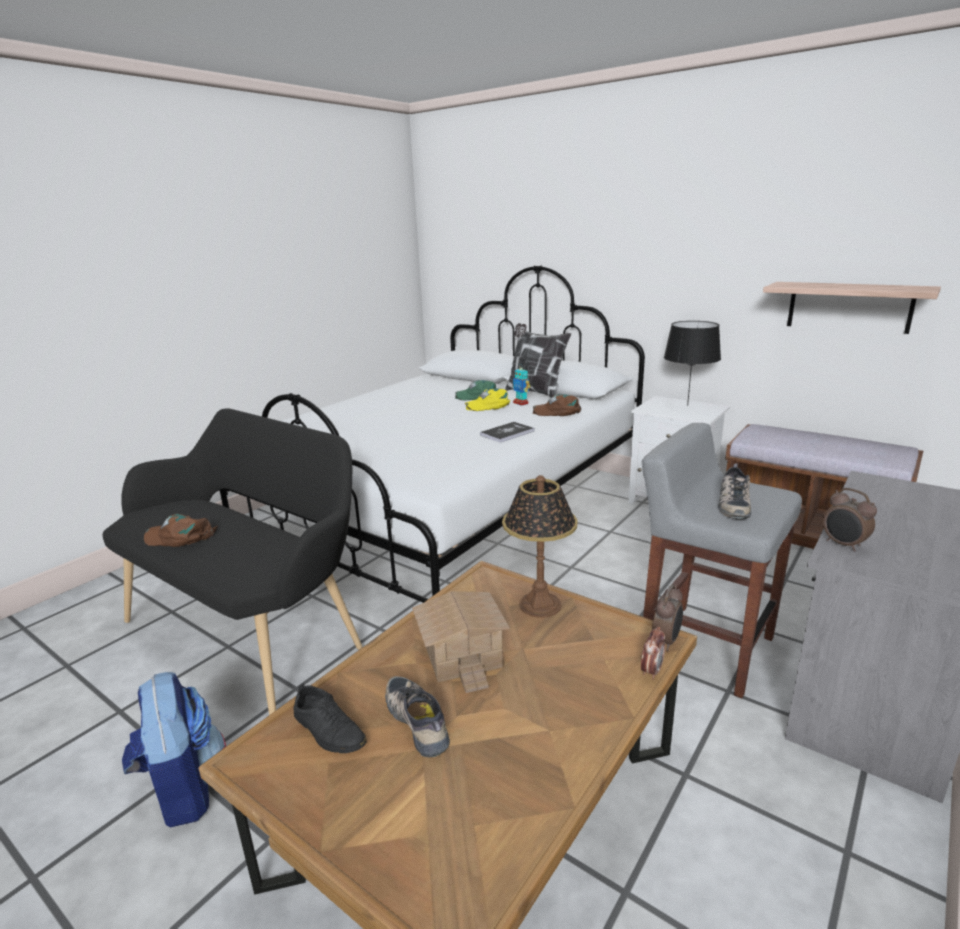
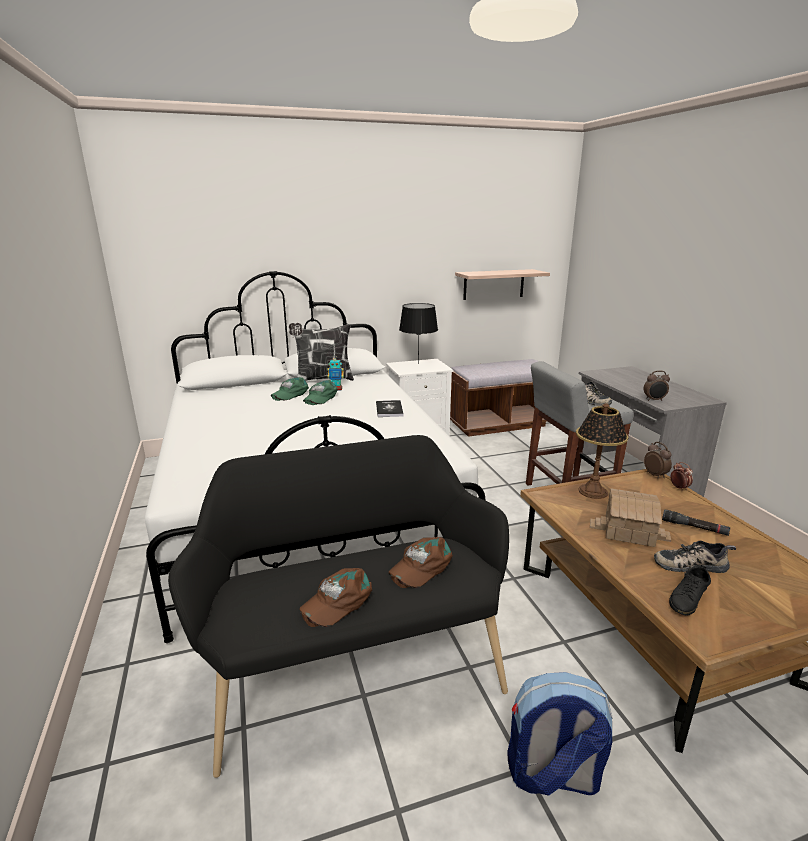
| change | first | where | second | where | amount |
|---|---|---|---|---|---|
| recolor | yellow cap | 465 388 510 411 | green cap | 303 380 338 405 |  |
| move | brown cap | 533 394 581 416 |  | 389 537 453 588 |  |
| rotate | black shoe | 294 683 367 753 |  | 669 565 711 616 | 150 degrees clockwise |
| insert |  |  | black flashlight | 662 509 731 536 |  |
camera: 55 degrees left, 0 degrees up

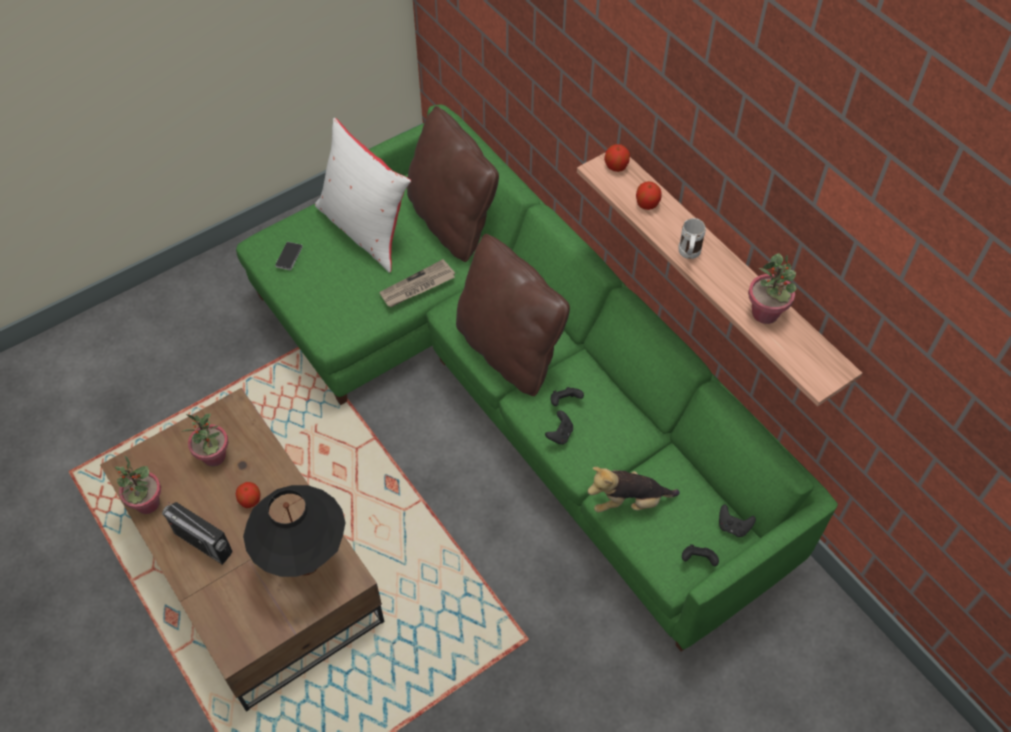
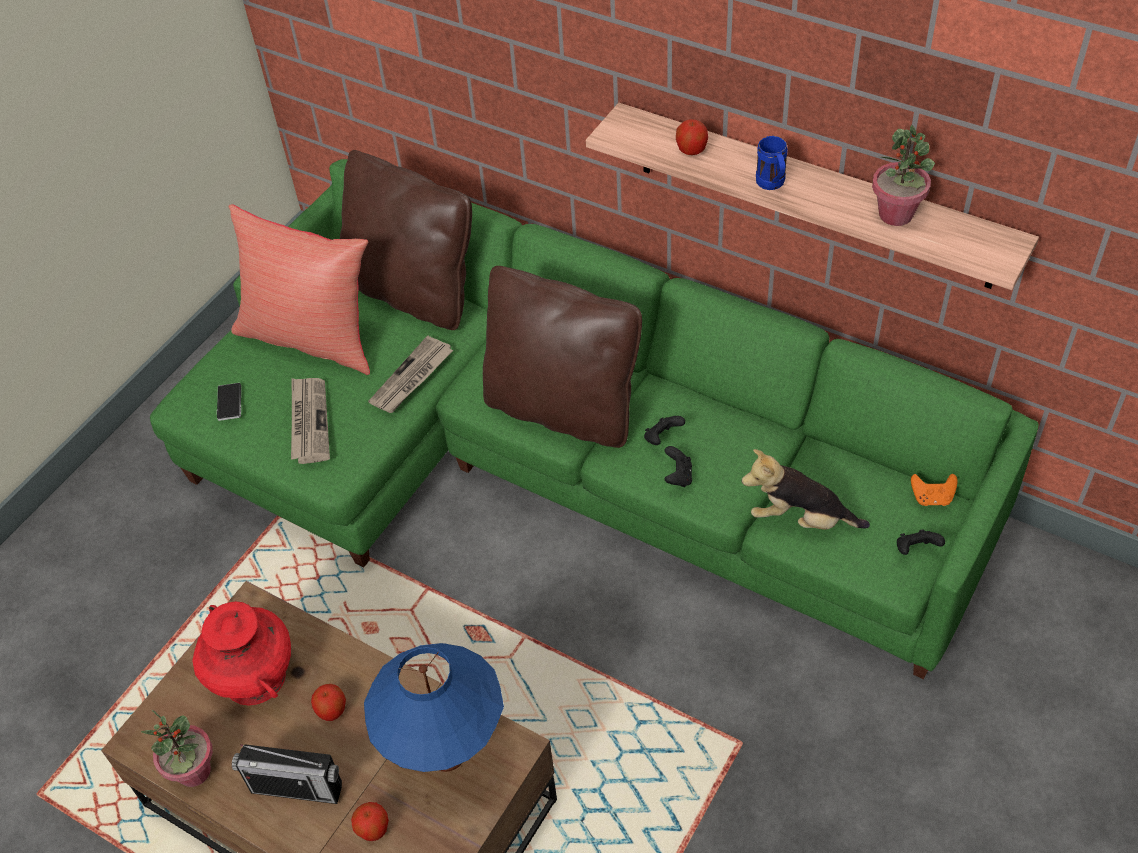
| change | first | where | second | where | amount |
|---|---|---|---|---|---|
| recolor | white pillow | 315 118 411 273 | red pillow | 228 204 370 375 |  |
| move | apple | 604 144 630 172 |  | 351 802 389 841 |  |
| recolor | white mug | 678 218 706 259 | blue mug | 756 136 788 190 |  |
| replace | potted plant | 183 414 229 467 | red vase | 192 601 291 705 |  |
| rotate | plush toy | 588 467 680 512 |  | 742 449 870 530 | 45 degrees clockwise |
| recolor | black table lamp | 243 485 346 577 | blue table lamp | 364 643 504 772 |  |
| recolor | black game controller | 719 504 756 537 | orange game controller | 911 474 958 506 |  |
| insert |  |  | newspaper | 291 378 330 464 |  |
camera: 20 degrees left, 5 degrees down

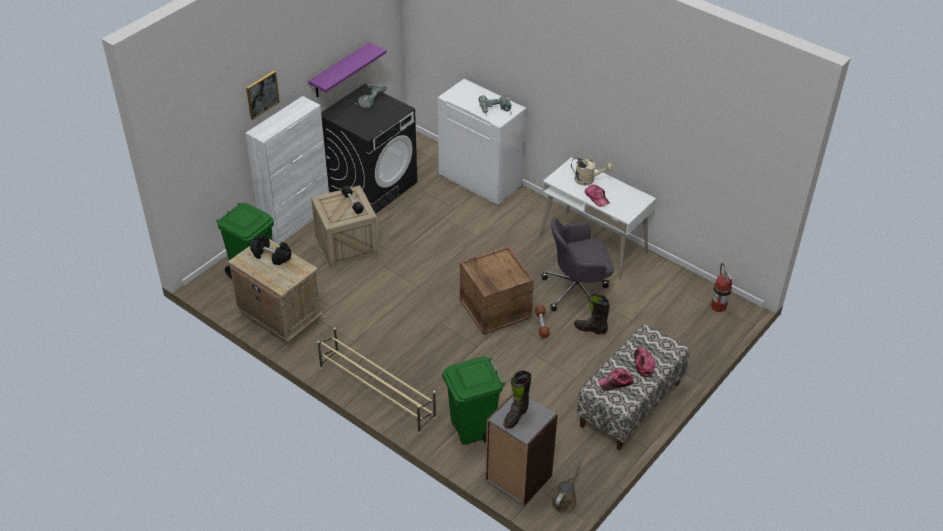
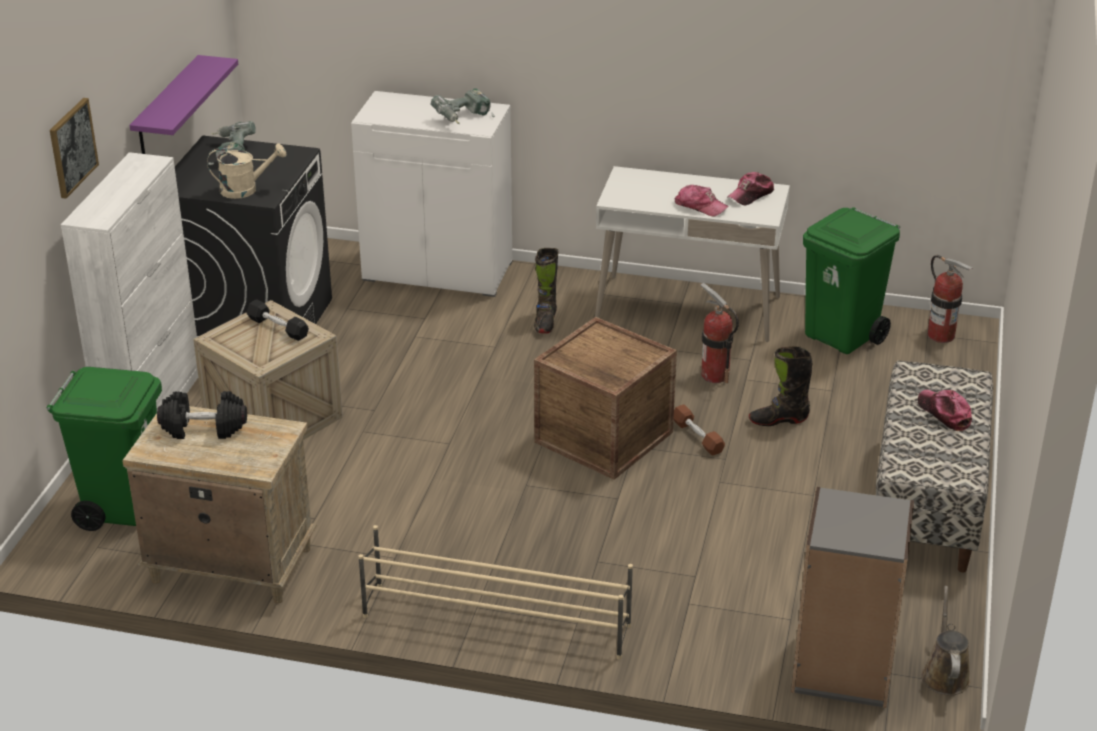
| change | first | where | second | where | amount |
|---|---|---|---|---|---|
| move | beige watering can | 571 158 613 186 |  | 207 143 287 199 |  |
| replace | grey office chair | 541 218 613 311 | fire extinguisher | 700 283 739 383 |  |
| move | green trash can | 442 356 505 445 |  | 803 207 900 354 |  |
| move | cap | 598 368 634 391 |  | 727 172 774 206 |  |
| move | black boot | 503 370 531 429 |  | 534 248 558 334 |  |
camera: 25 degrees left, 10 degrees down

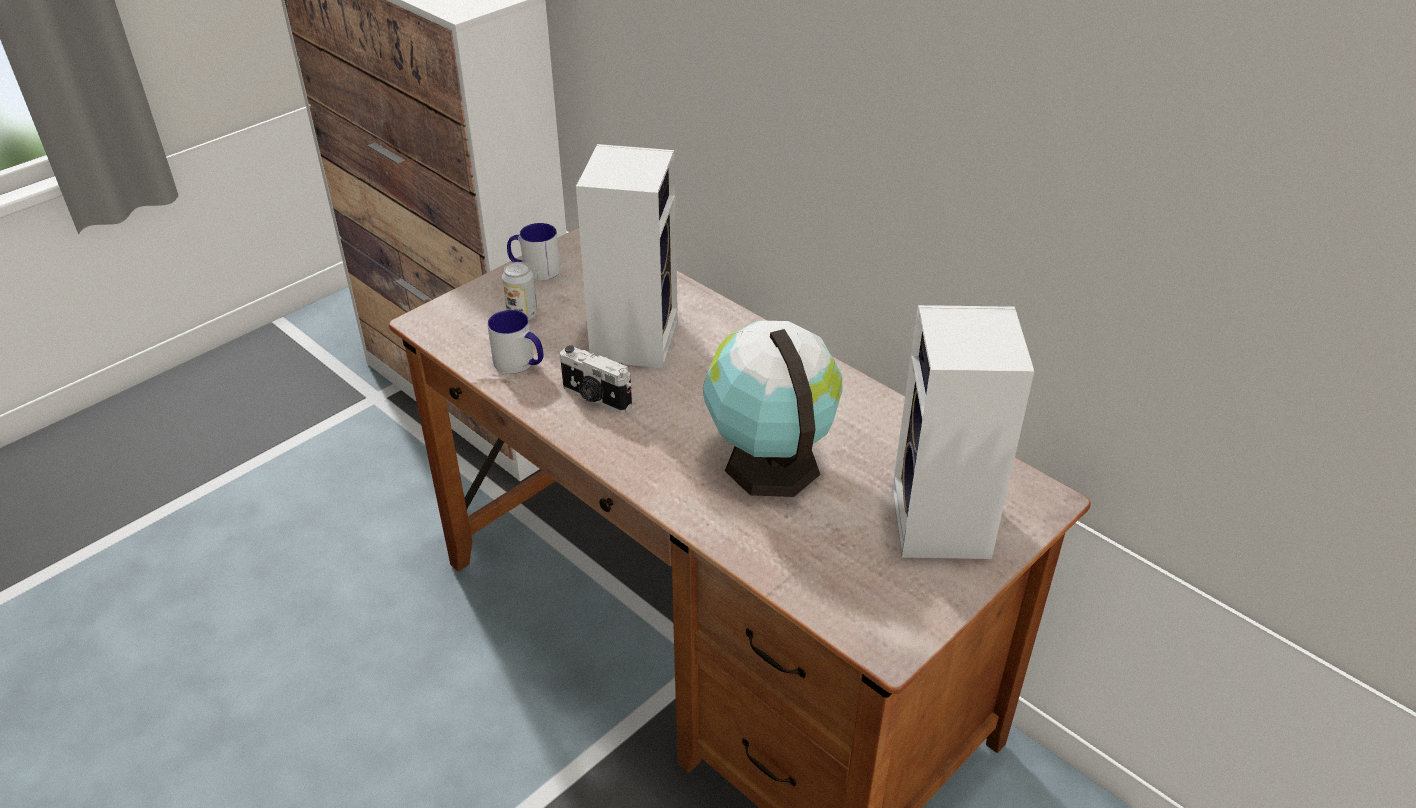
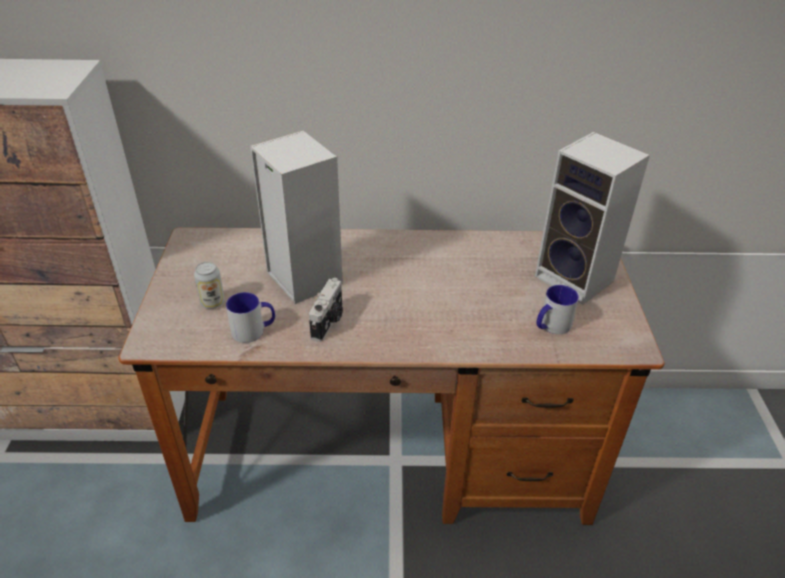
| change | first | where | second | where | amount |
|---|---|---|---|---|---|
| move | mug | 507 223 560 281 |  | 537 285 579 334 |  |
| delete | globe | 703 321 843 497 |  |  |  |
| rotate | photo camera | 560 345 632 413 |  | 309 278 343 342 | 60 degrees counterclockwise |
camera: 45 degrees left, 0 degrees up

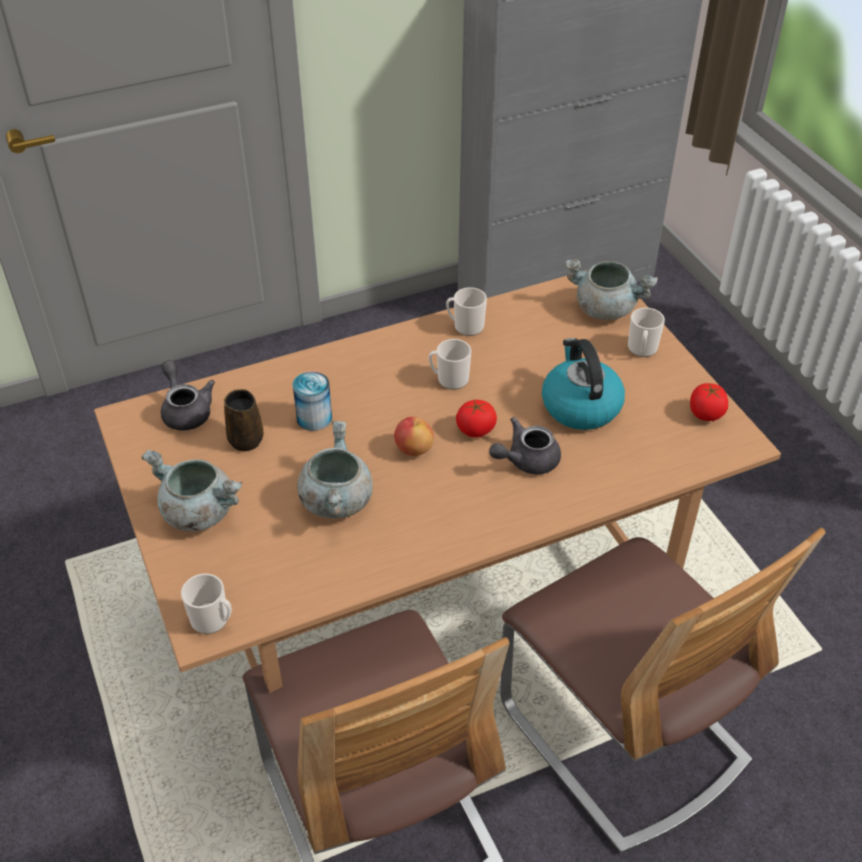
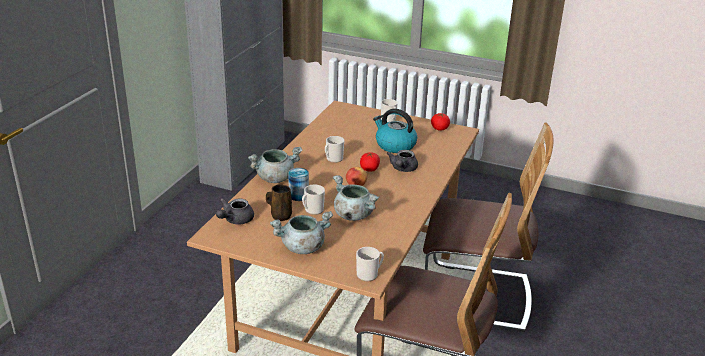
| change | first | where | second | where | amount |
|---|---|---|---|---|---|
| move | grey cooking pot | 565 259 658 320 |  | 248 147 302 183 |  |
| move | mug | 446 287 487 336 |  | 302 185 325 215 |  |
| rotate | grey teapot | 161 360 215 431 |  | 216 198 254 224 | 75 degrees counterclockwise |
camera: 45 degrees left, 15 degrees down

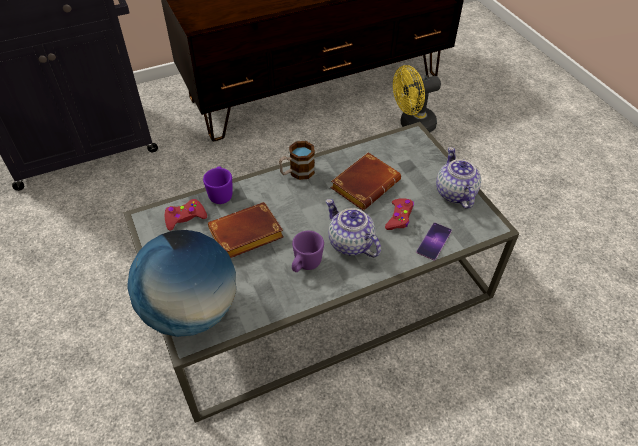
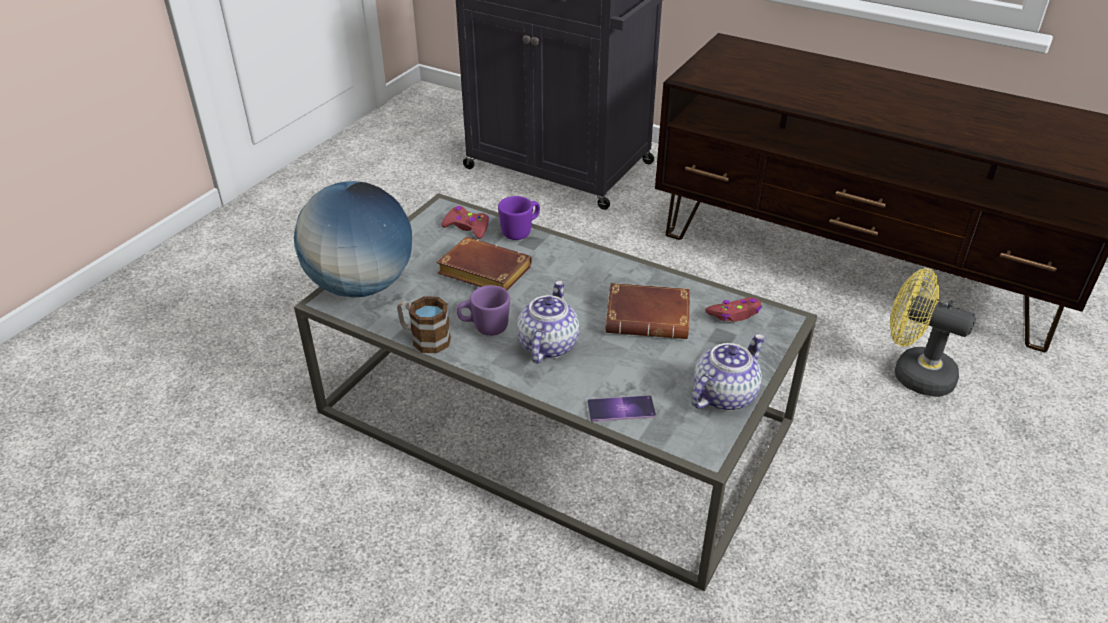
| change | first | where | second | where | amount |
|---|---|---|---|---|---|
| move | mug | 279 141 315 180 |  | 397 296 451 353 |  |
| move | red game controller | 385 198 414 230 |  | 705 297 762 322 |  |
camera: 55 degrees right, 10 degrees down

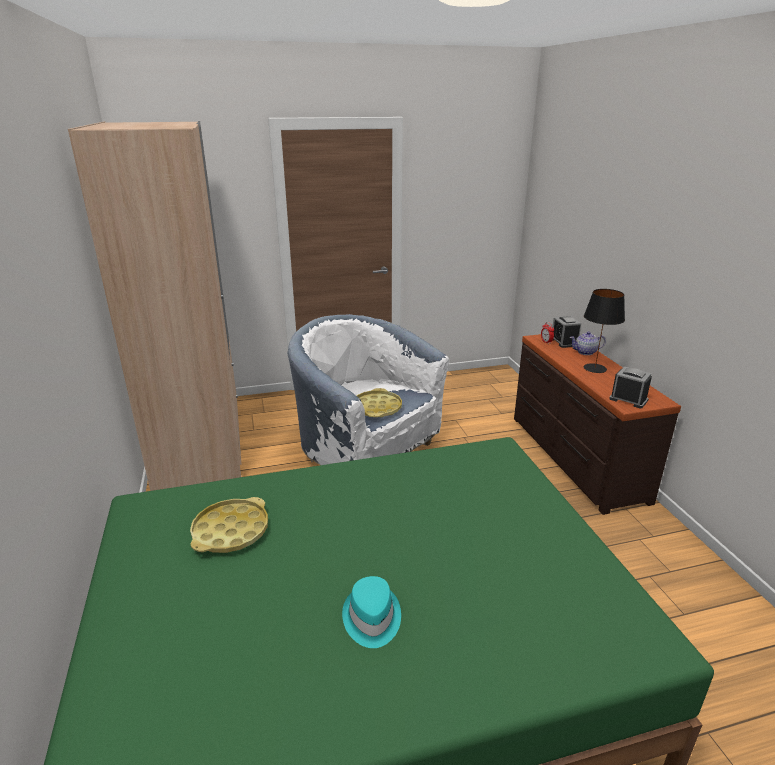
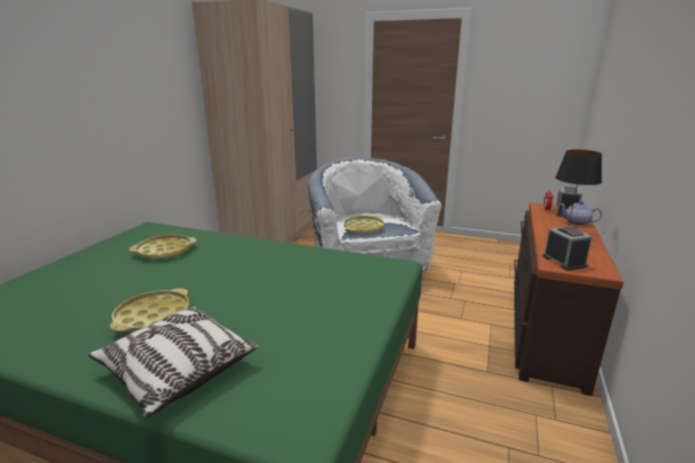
| change | first | where | second | where | amount |
|---|---|---|---|---|---|
| replace | turquoise hat | 342 576 401 648 | yellow tray | 110 288 190 333 |  |
| insert |  |  | pillow | 88 307 258 418 |  |
camera: 35 degrees right, 5 degrees down

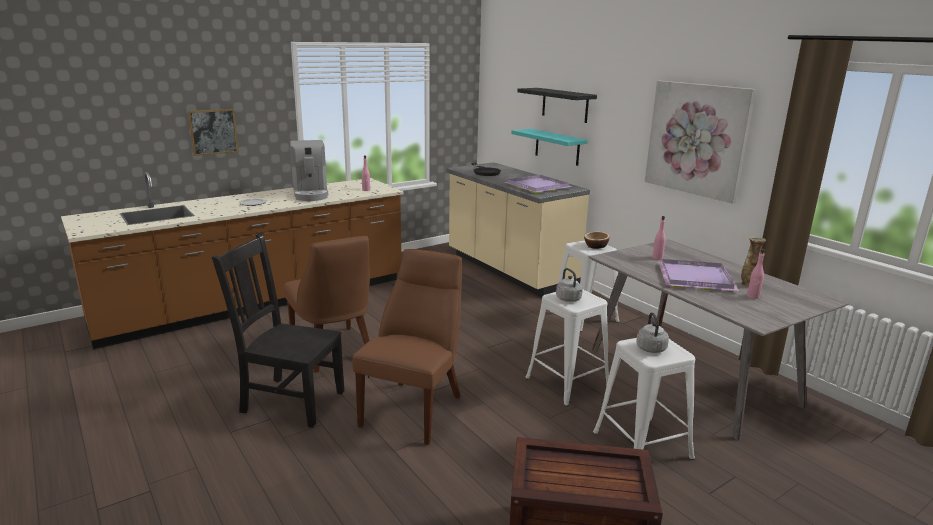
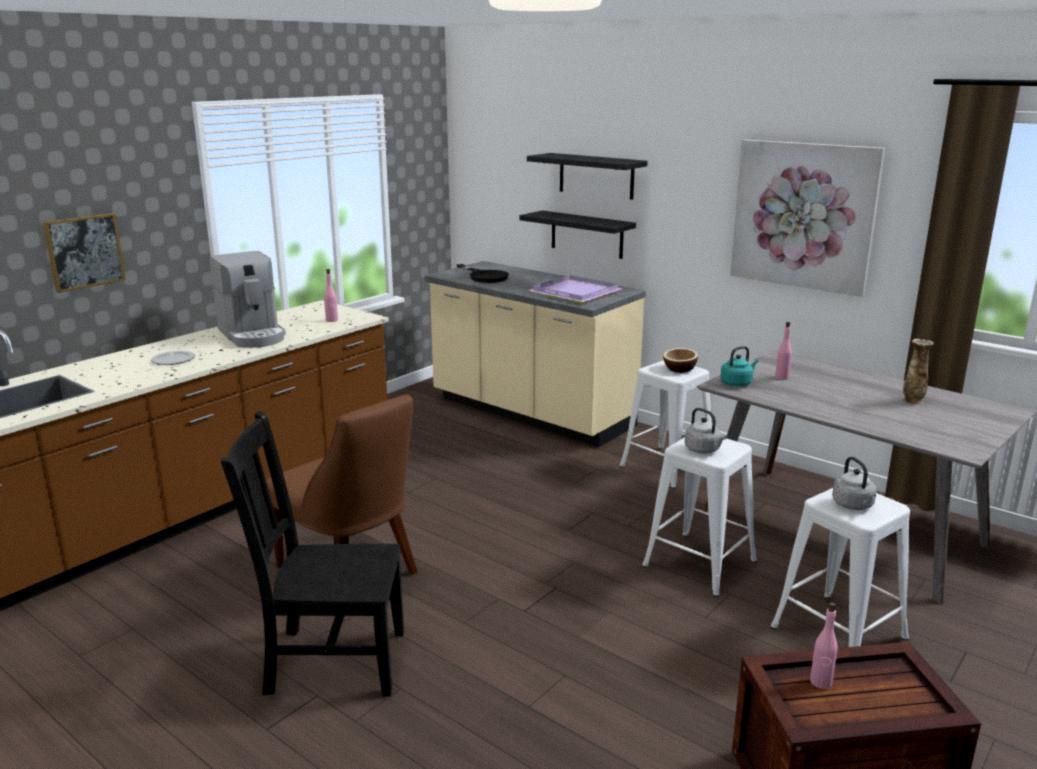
| change | first | where | second | where | amount |
|---|---|---|---|---|---|
| recolor | turquoise shelf | 511 129 588 166 | black shelf | 519 210 636 259 |  |
| delete | brown chair | 352 249 462 445 |  |  |  |
| move | pink bottle | 747 249 764 299 |  | 810 602 838 689 |  |
| delete | purple tray | 658 259 739 291 |  |  |  |
| insert |  |  | turquoise kettle | 720 346 758 386 |  |
camera: 15 degrees left, 0 degrees up

